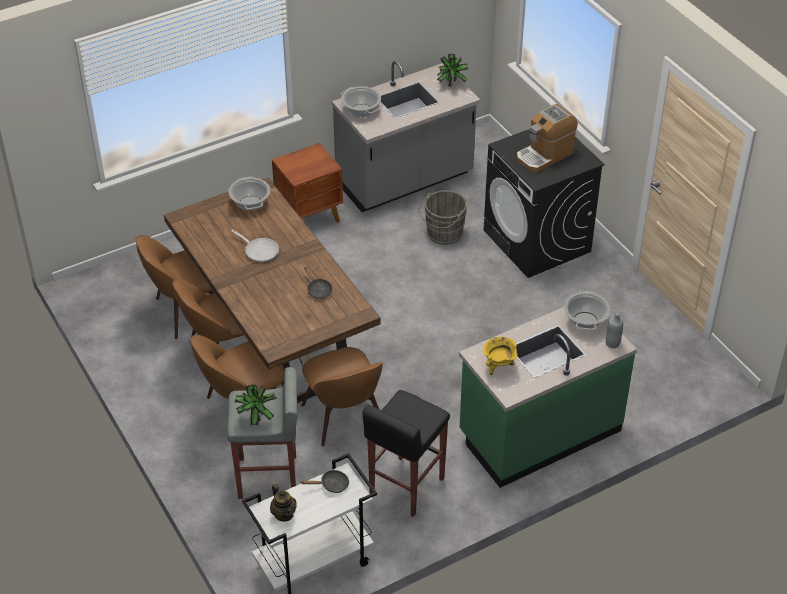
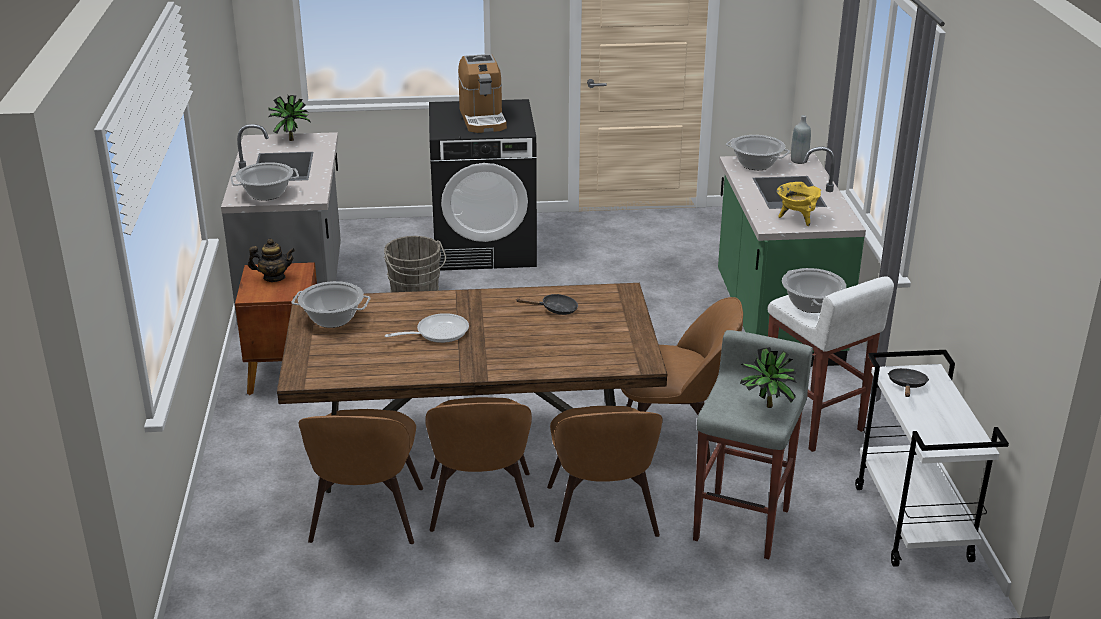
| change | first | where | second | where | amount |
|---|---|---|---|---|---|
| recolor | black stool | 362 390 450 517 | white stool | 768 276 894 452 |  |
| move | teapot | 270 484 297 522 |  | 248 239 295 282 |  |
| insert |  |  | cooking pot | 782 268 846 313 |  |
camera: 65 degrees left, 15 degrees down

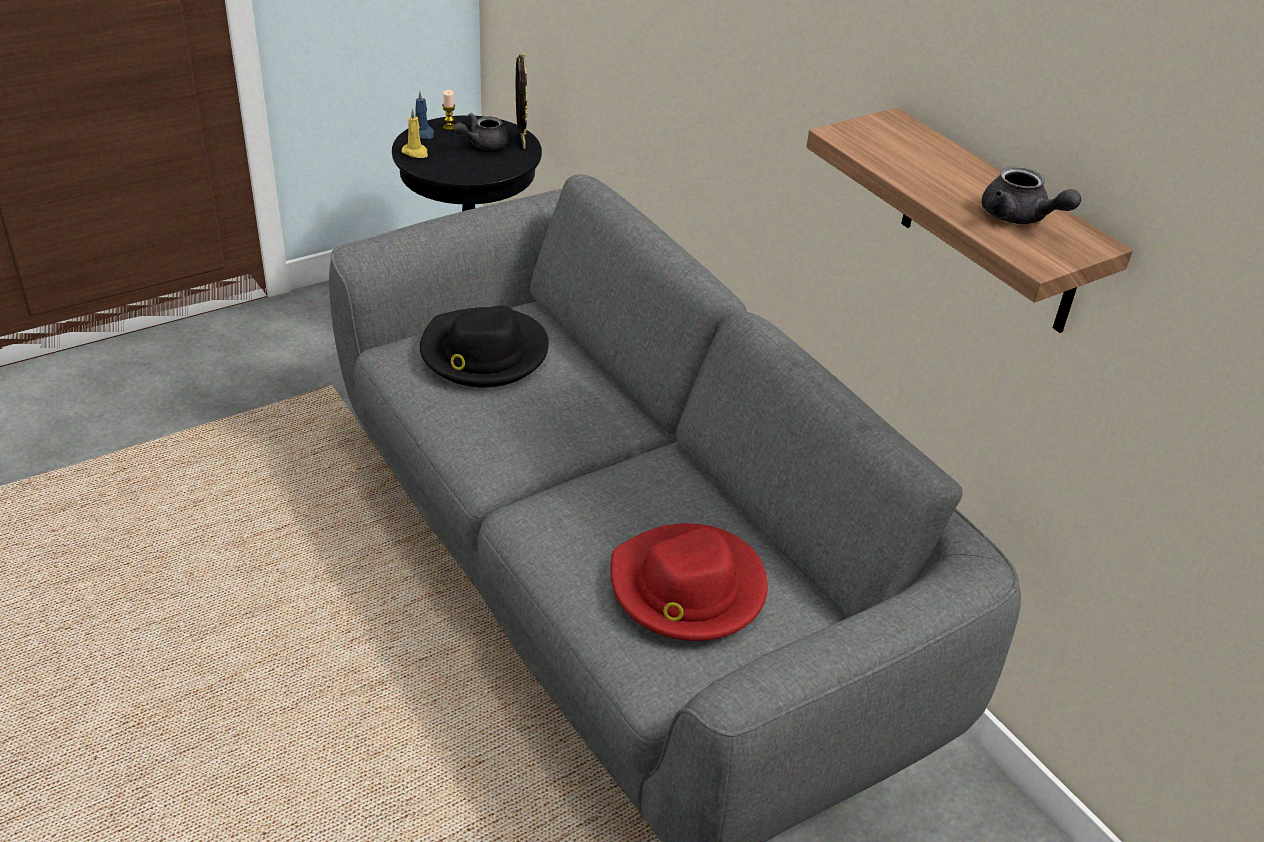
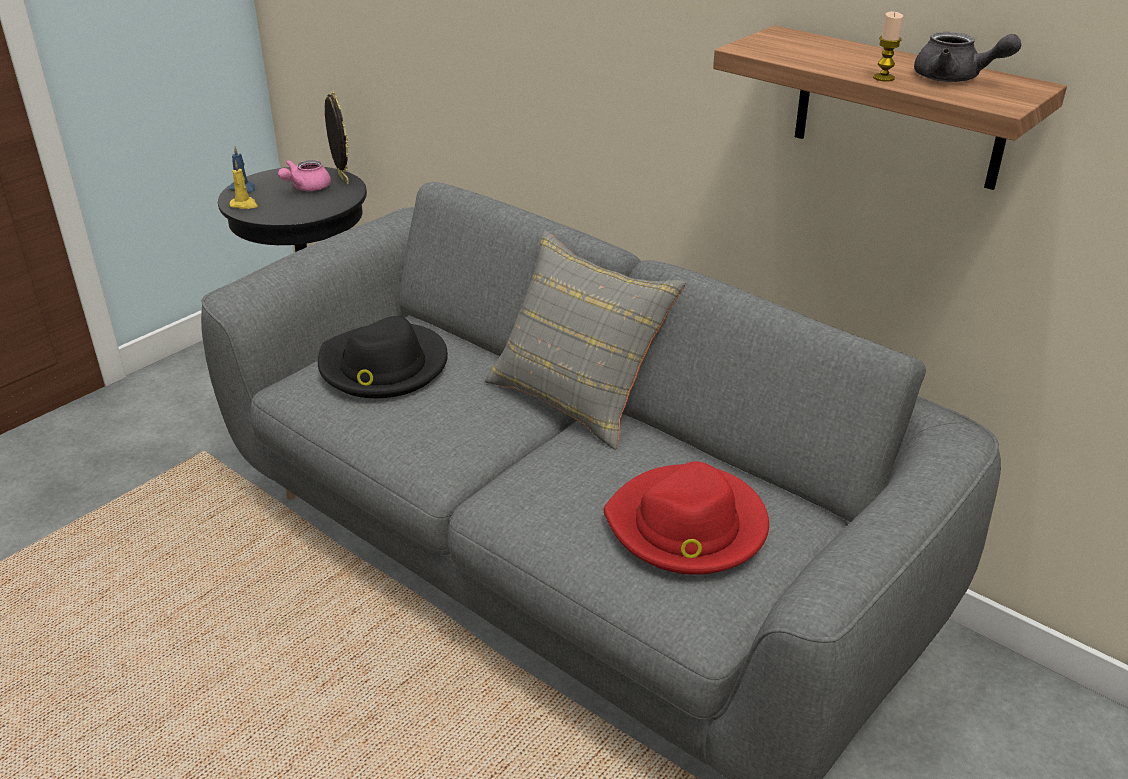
| change | first | where | second | where | amount |
|---|---|---|---|---|---|
| move | candle | 442 90 455 130 |  | 873 12 903 82 |  |
| recolor | grey teapot | 454 113 509 150 | pink teapot | 278 160 331 191 |  |
| insert |  |  | grey pillow | 485 230 686 450 |  |
camera: 15 degrees left, 5 degrees down

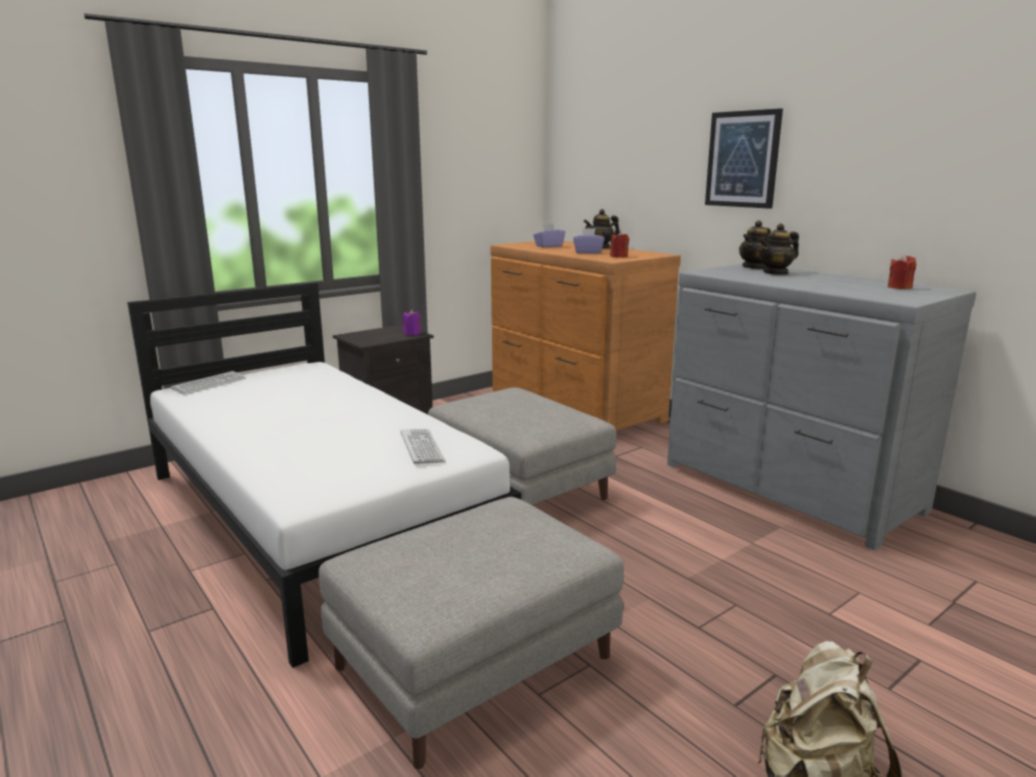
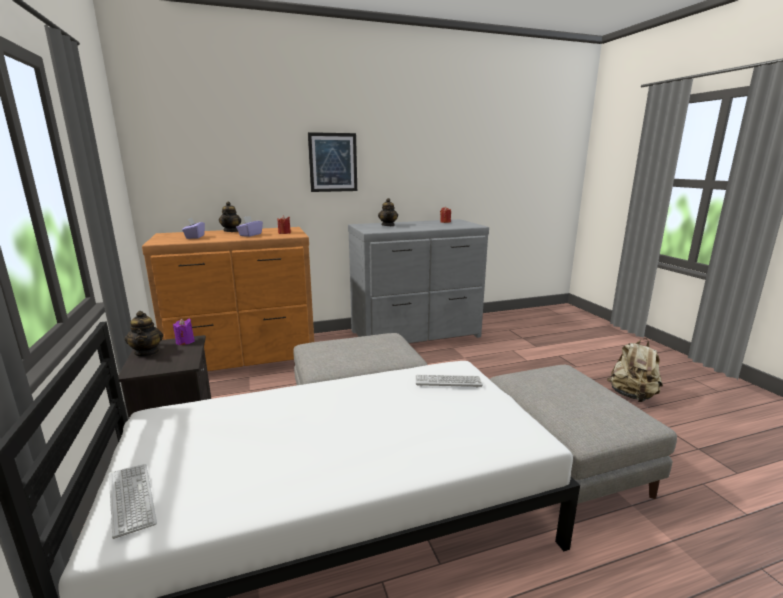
| change | first | where | second | where | amount |
|---|---|---|---|---|---|
| move | teapot | 739 220 771 269 |  | 125 311 163 357 |  |
camera: 70 degrees left, 0 degrees up

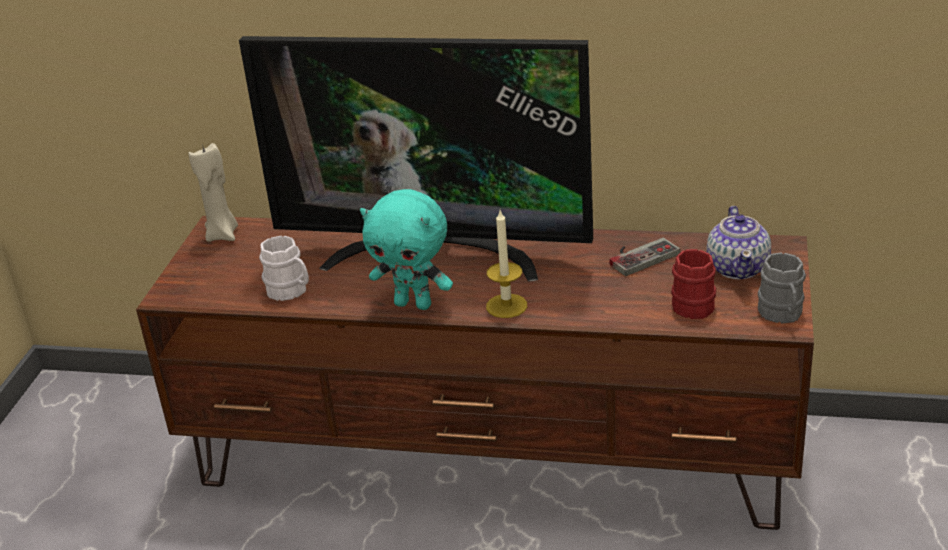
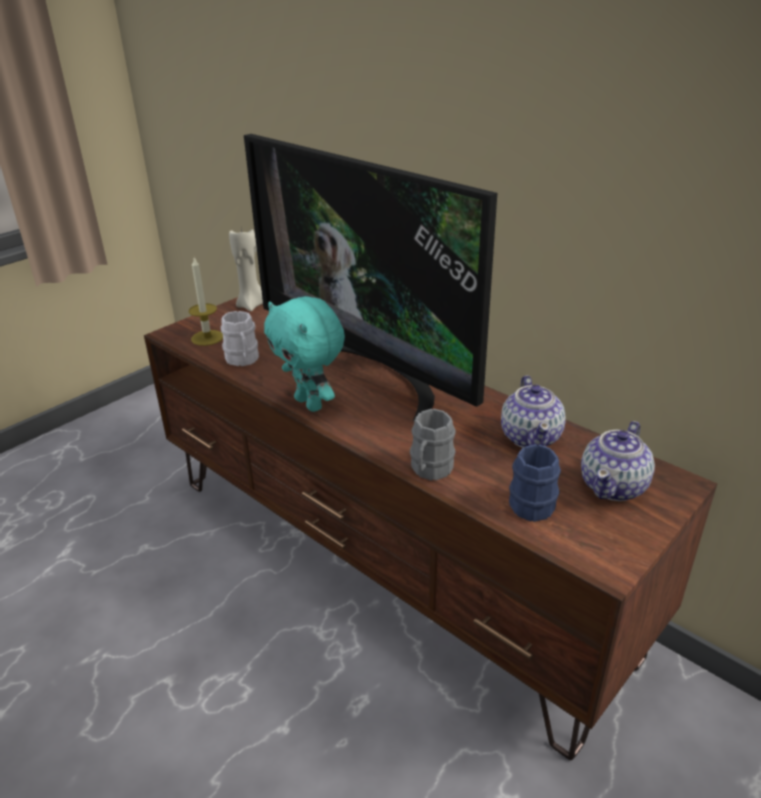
| change | first | where | second | where | amount |
|---|---|---|---|---|---|
| move | candle | 486 210 527 318 |  | 189 258 223 346 |  |
| replace | game controller | 609 238 680 276 | teapot | 501 375 566 448 |  |
| recolor | red mug | 671 249 716 319 | blue mug | 509 444 561 522 |  |
| move | grey mug | 758 252 806 324 |  | 410 409 456 481 |  |
camera: 30 degrees right, 0 degrees up

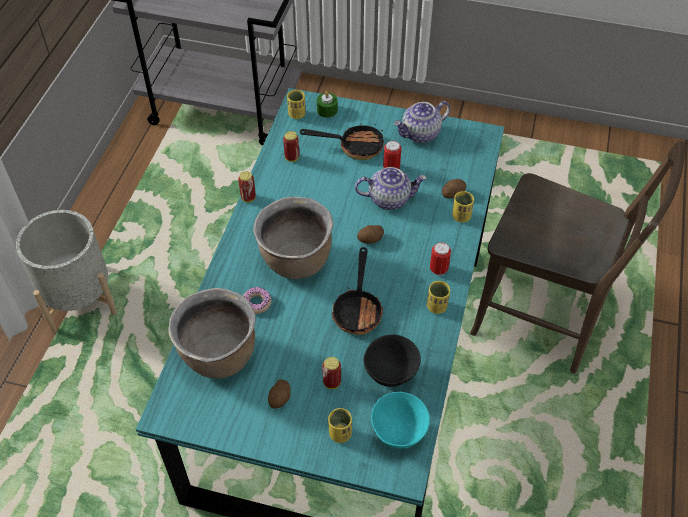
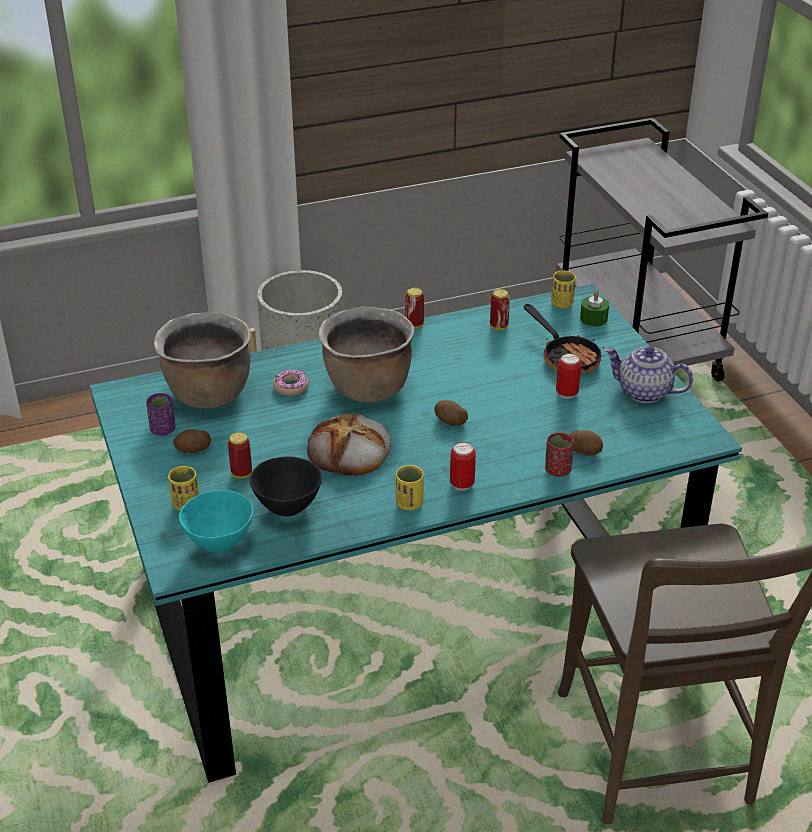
| change | first | where | second | where | amount |
|---|---|---|---|---|---|
| delete | teapot | 355 167 426 210 |  |  |  |
| recolor | yellow cup | 452 191 474 222 | red cup | 545 432 574 477 |  |
| replace | frying pan | 332 247 383 335 | bread | 307 413 391 476 |  |
| insert |  |  | purple cup | 146 393 175 436 |  |
camera: 55 degrees right, 15 degrees down

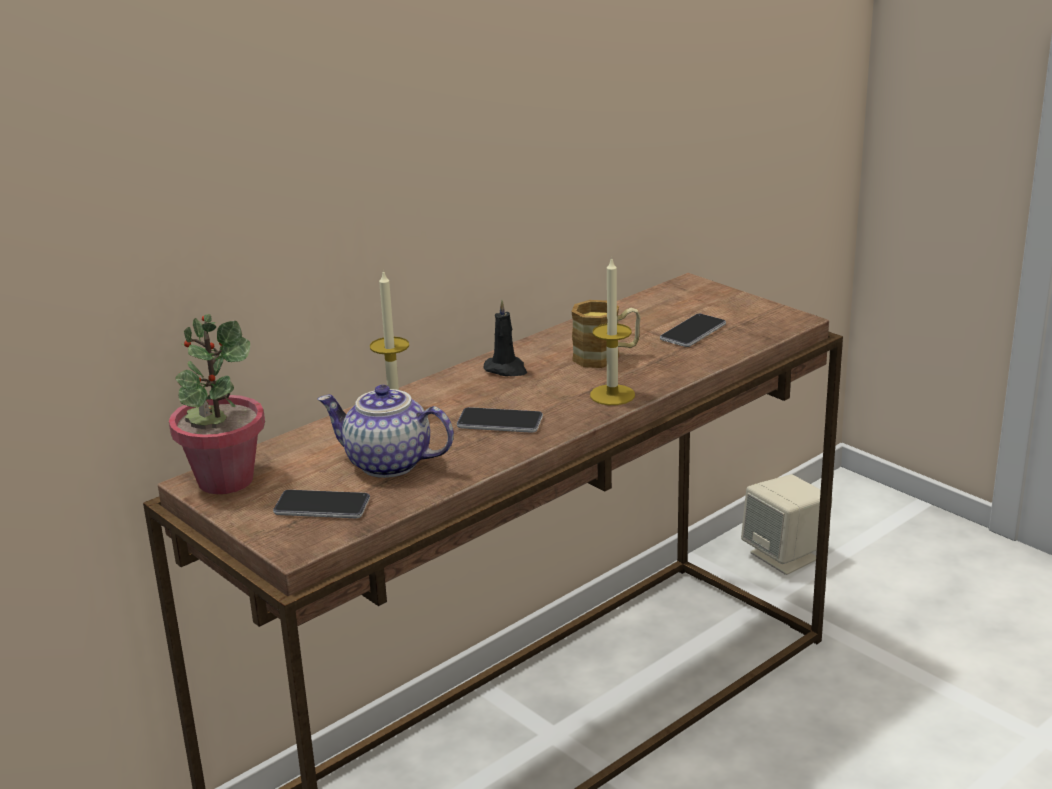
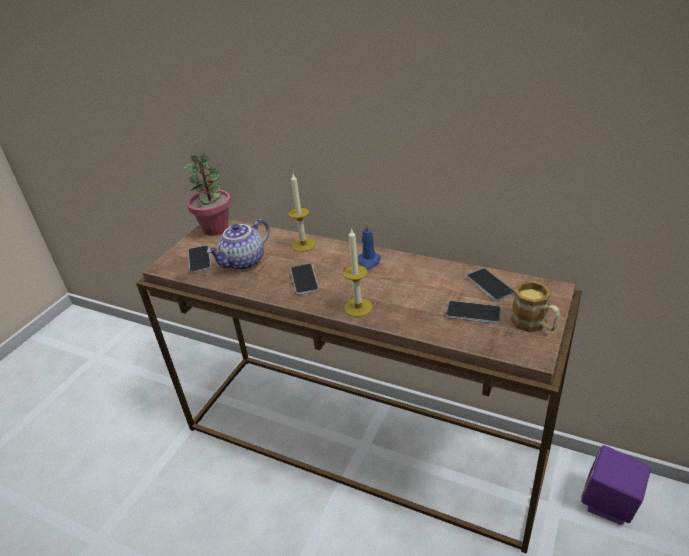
| change | first | where | second | where | amount |
|---|---|---|---|---|---|
| recolor | black candle | 484 300 527 376 | blue candle | 358 223 381 270 |  |
| move | mug | 571 300 641 368 |  | 511 280 560 332 |  |
| rotate | teapot | 318 385 454 478 |  | 207 219 269 270 | 135 degrees counterclockwise |
| recolor | beige speaker | 741 474 832 575 | purple speaker | 581 445 651 525 |  |
| insert |  |  | phone | 467 268 514 301 |  |
camera: 70 degrees right, 10 degrees up

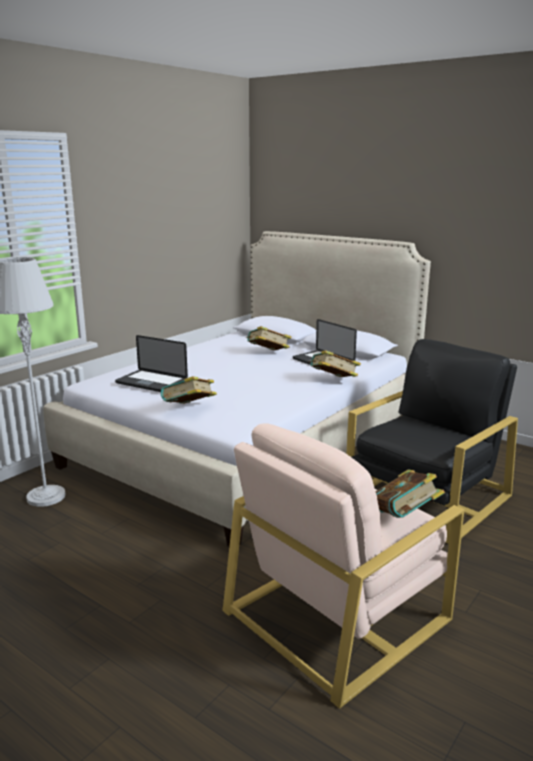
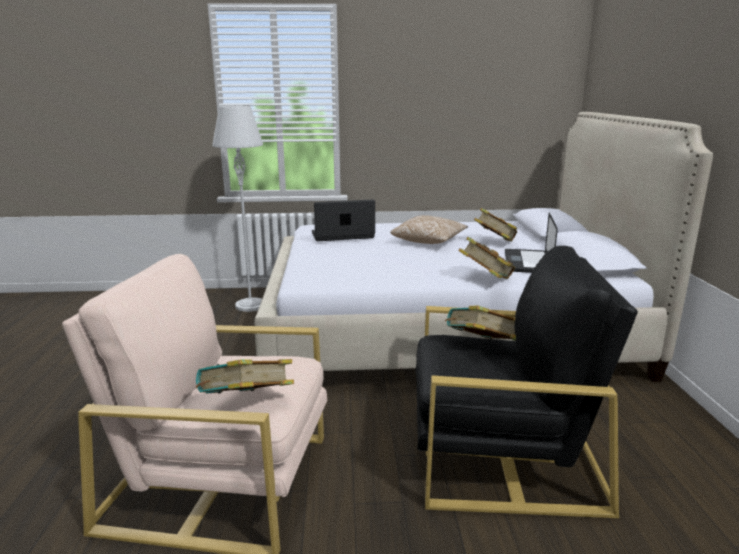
| change | first | where | second | where | amount |
|---|---|---|---|---|---|
| rotate | laptop | 115 335 188 392 |  | 312 199 375 241 | 90 degrees clockwise |
| move | book | 161 376 217 404 |  | 445 305 516 340 |  |
| insert |  |  | pillow | 391 215 468 244 |  |
camera: 50 degrees right, 0 degrees up

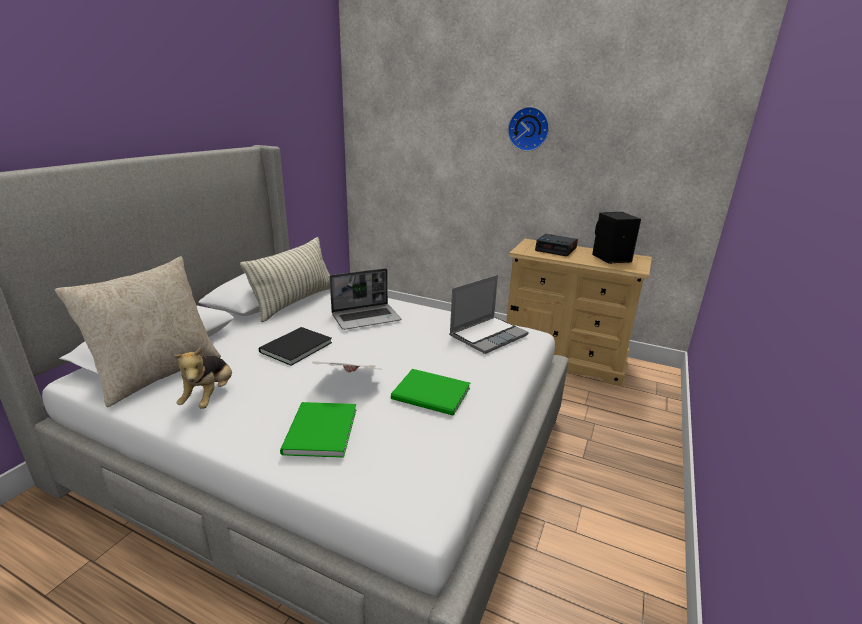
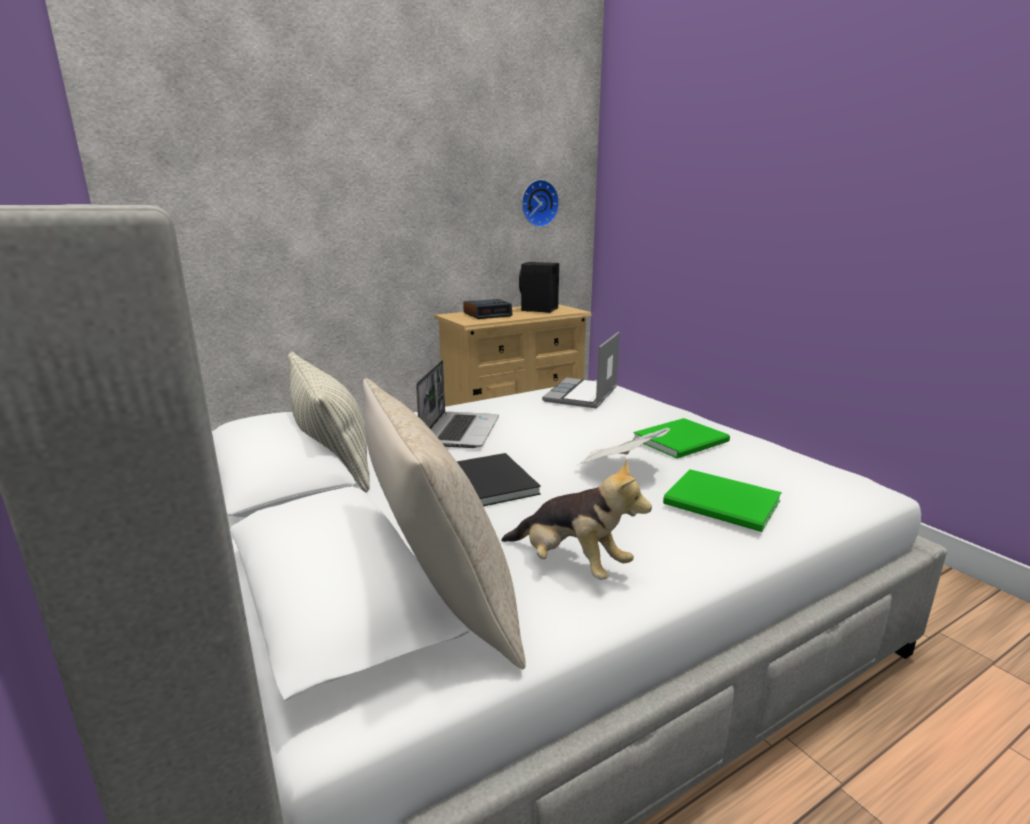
| change | first | where | second | where | amount |
|---|---|---|---|---|---|
| move | wall clock | 508 107 549 151 |  | 521 179 559 227 |  |
| rotate | laptop | 449 275 529 354 |  | 542 332 620 409 | 150 degrees counterclockwise |
camera: 55 degrees left, 5 degrees down

